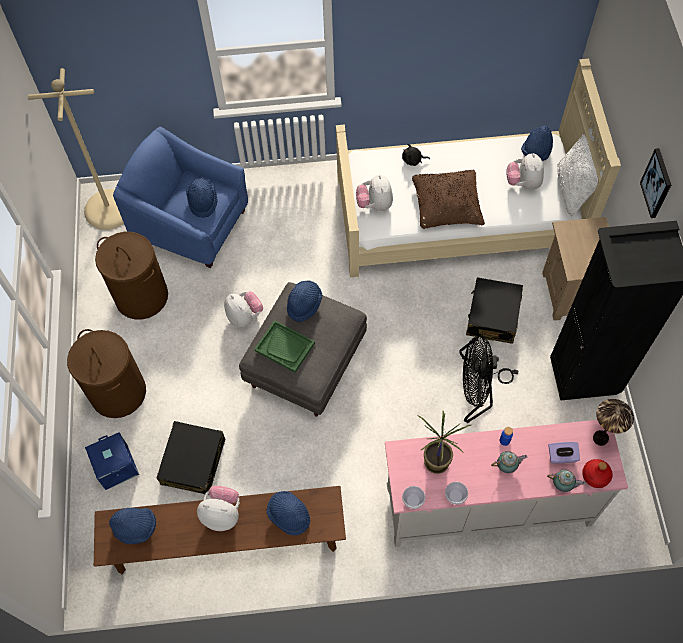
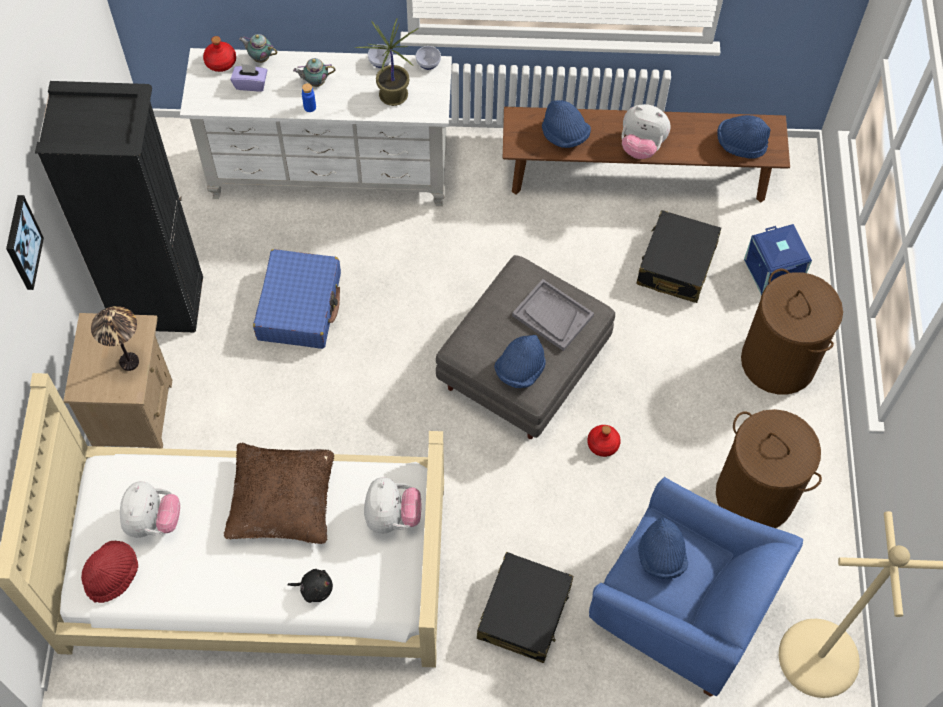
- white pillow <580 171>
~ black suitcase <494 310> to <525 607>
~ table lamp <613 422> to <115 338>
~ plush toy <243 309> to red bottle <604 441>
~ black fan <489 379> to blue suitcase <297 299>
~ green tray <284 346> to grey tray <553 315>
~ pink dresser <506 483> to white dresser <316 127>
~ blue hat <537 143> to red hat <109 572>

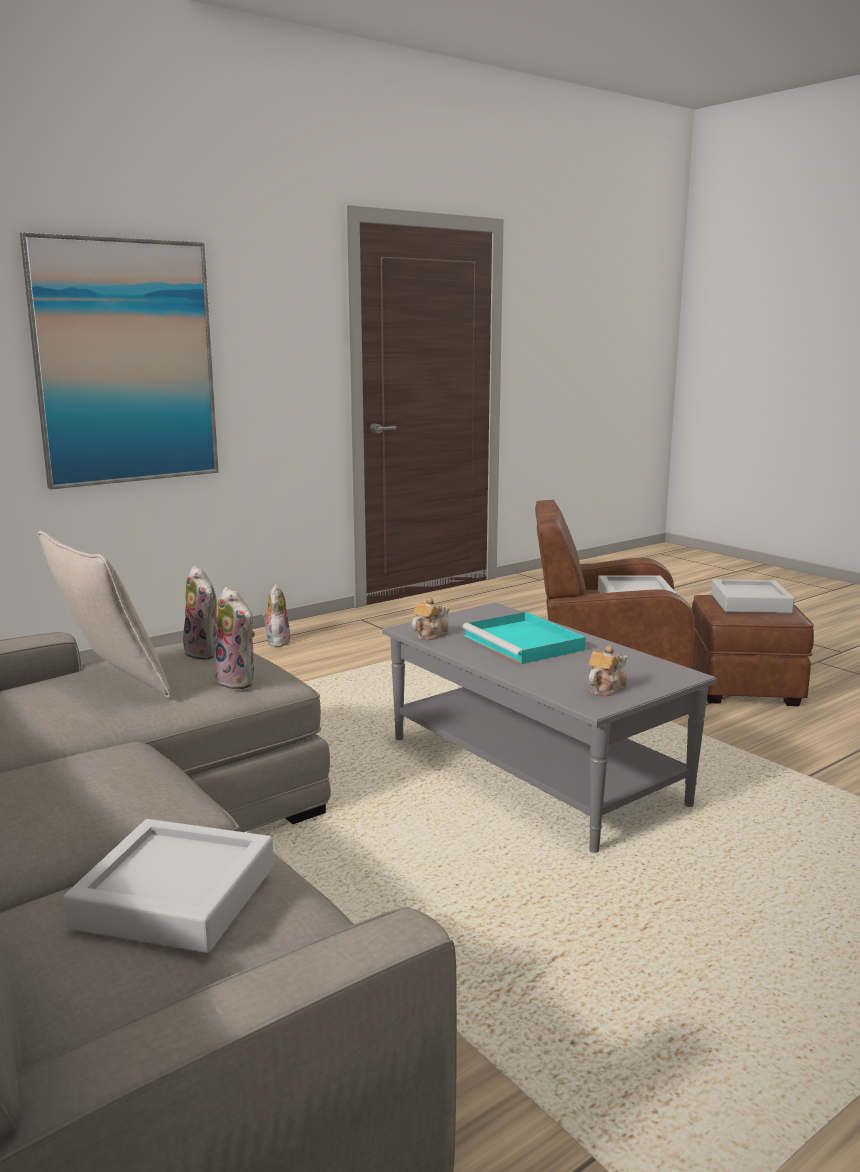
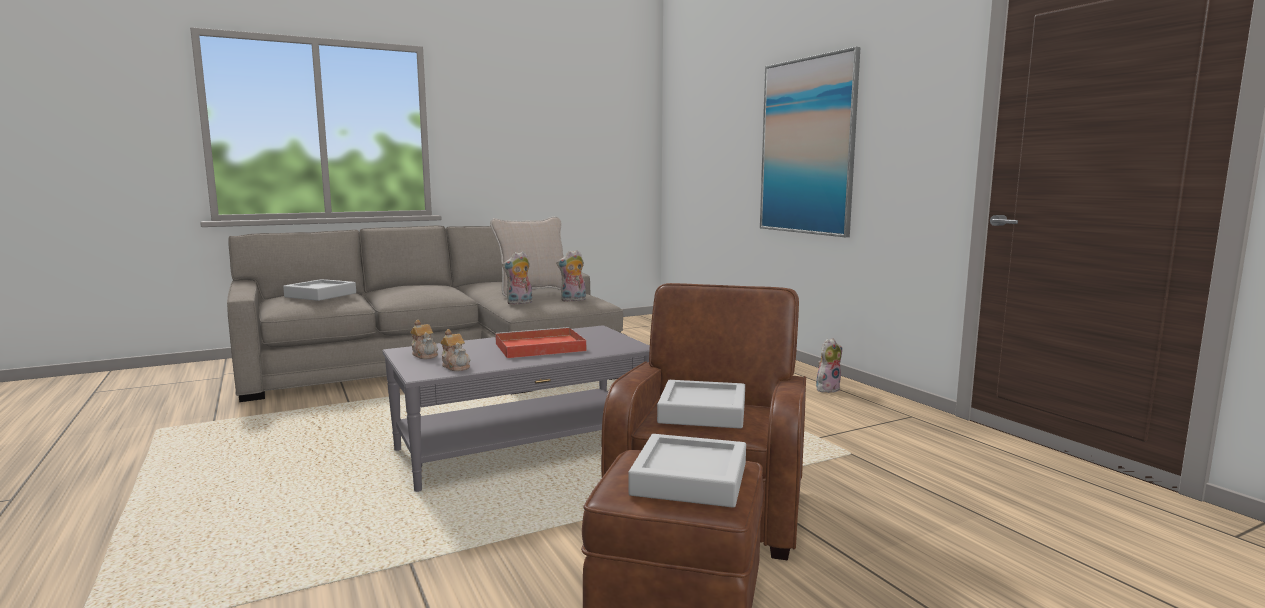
~ teapot <431 618> to <455 350>
~ turquoise tray <524 638> to red tray <541 342>
~ plush toy <276 615> = <829 365> 45 degrees counterclockwise

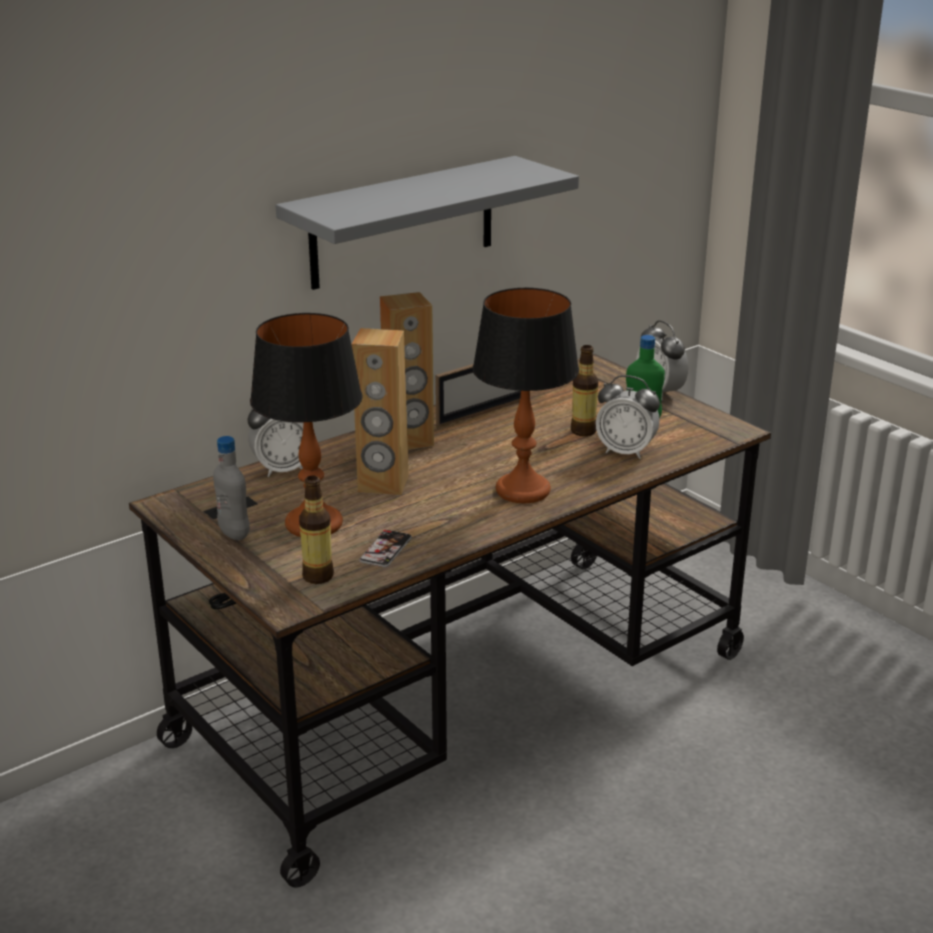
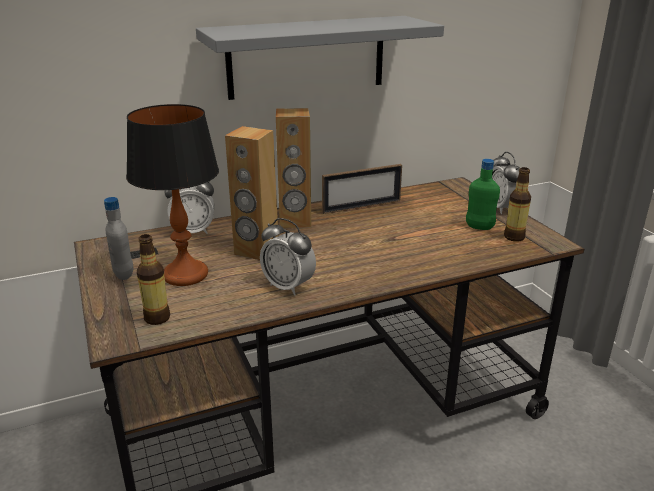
- phone <385 548>
- table lamp <526 395>
~ bottle <584 390> to <517 204>
~ alarm clock <628 417> to <288 256>

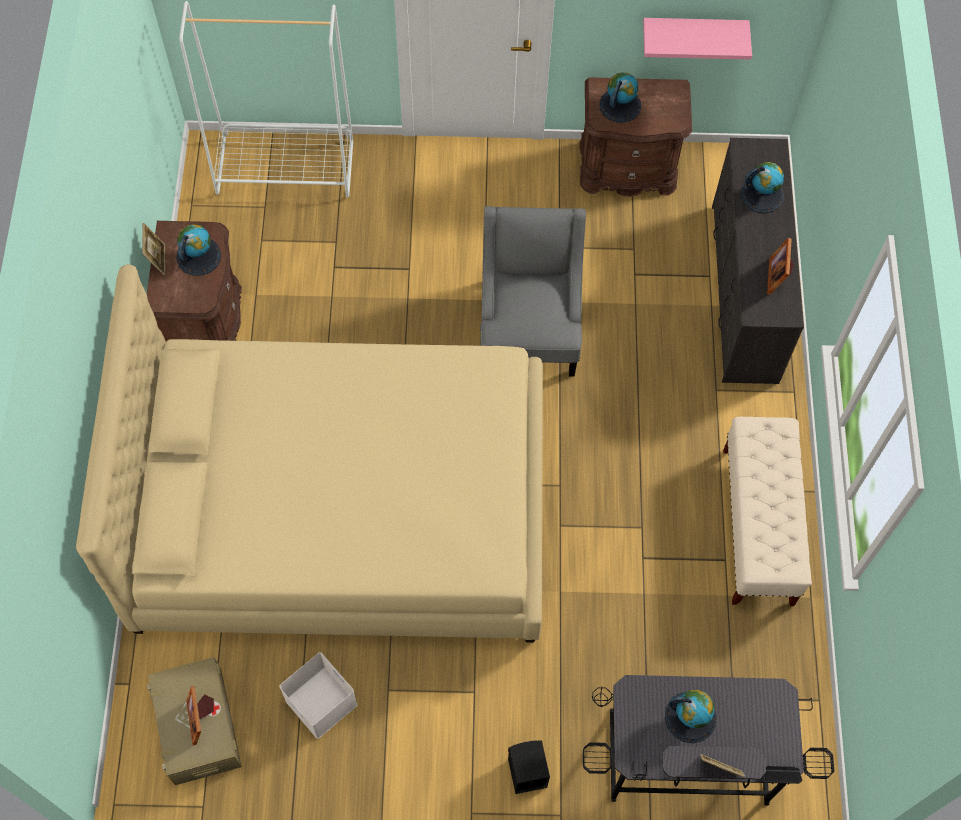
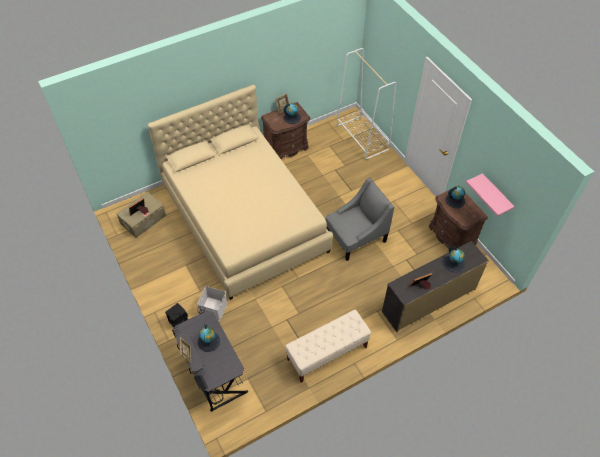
~ white storage box <318 695> to <212 303>

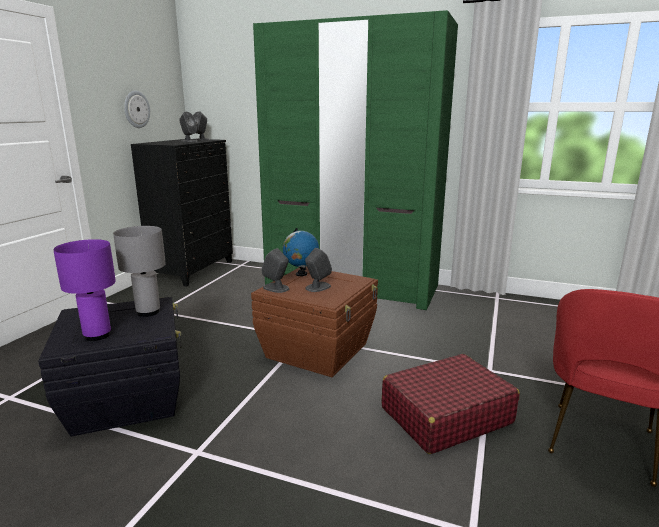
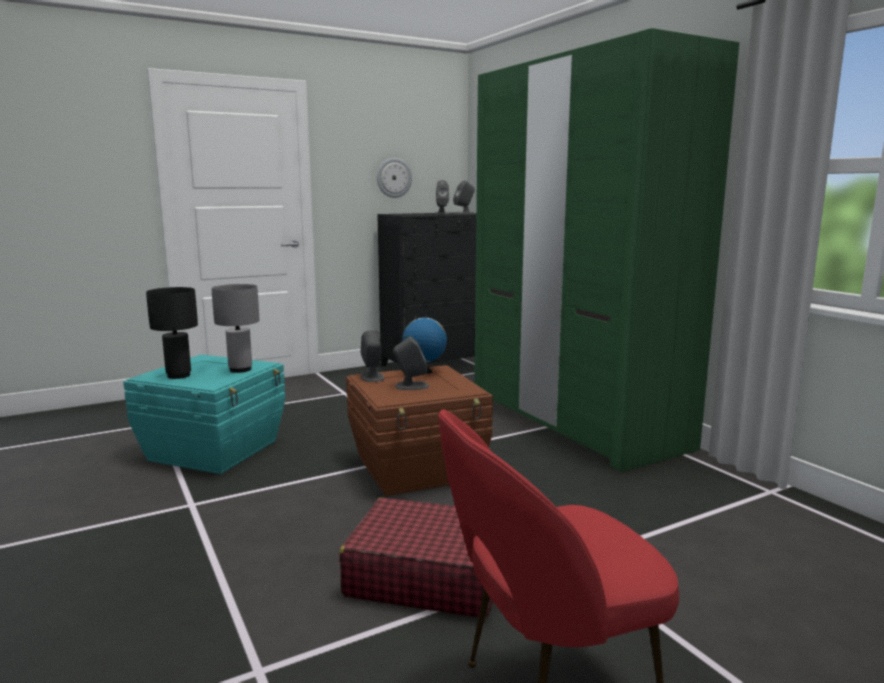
~ black storage box <110 367> to turquoise storage box <204 414>
~ purple table lamp <84 290> to black table lamp <172 333>

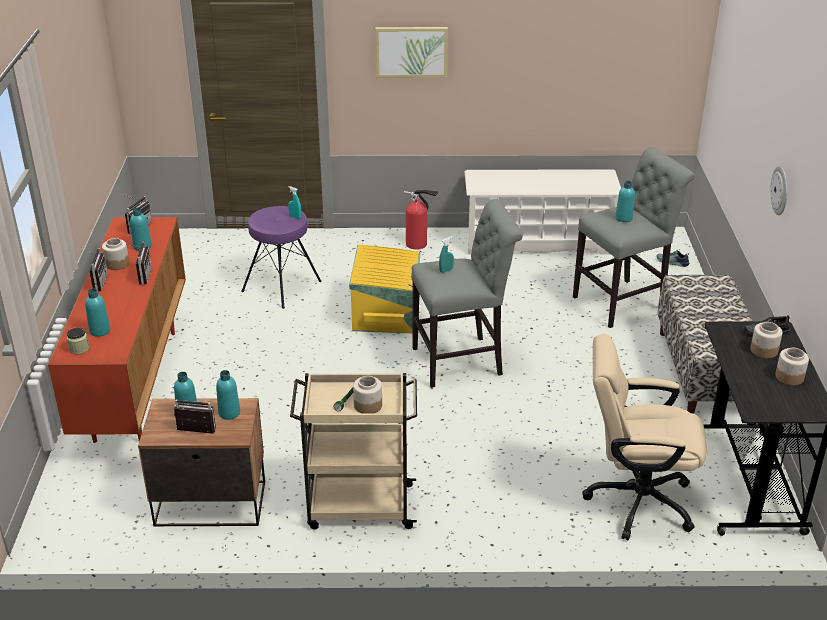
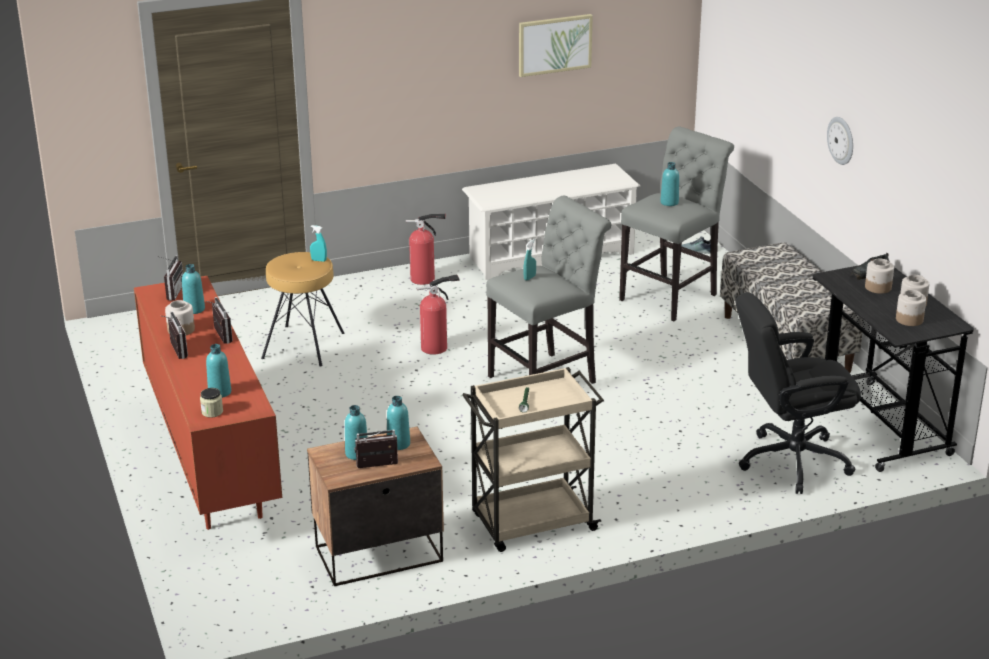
~ jar <367 394> to <911 308>
~ picture <411 52> to <556 45>
~ yellow storage box <384 288> to fire extinguisher <437 314>
~ purple stool <281 257> to brown stool <303 309>
~ beige office chair <644 437> to black office chair <798 393>

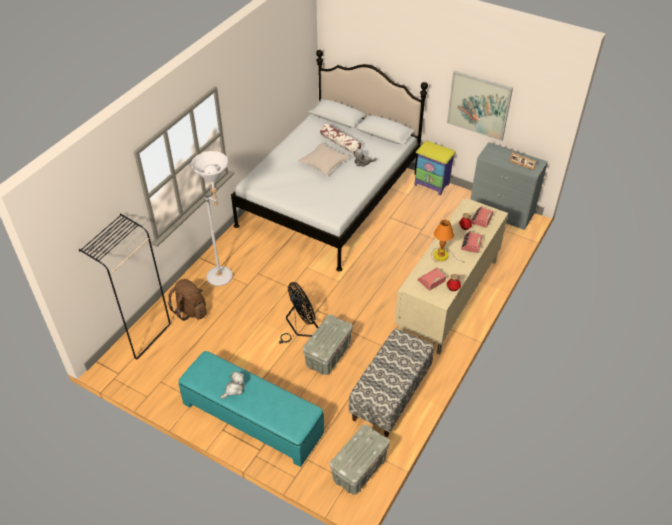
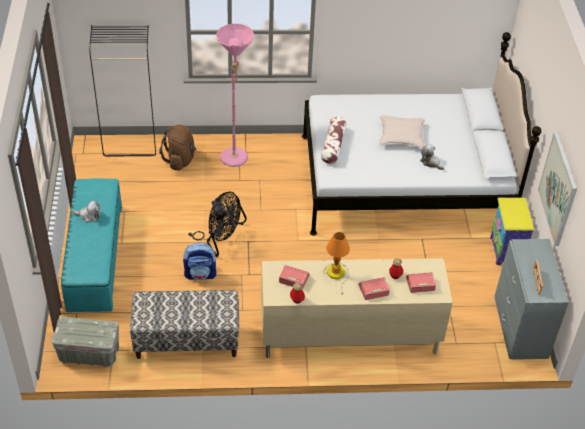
~ pillow <340 139> to <334 140>
~ grey storage box <328 345> to backpack <200 261>
~ white floor lamp <212 218> to pink floor lamp <235 95>

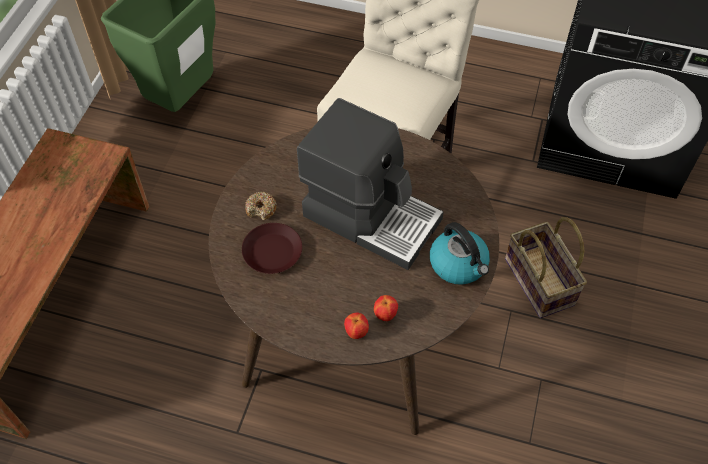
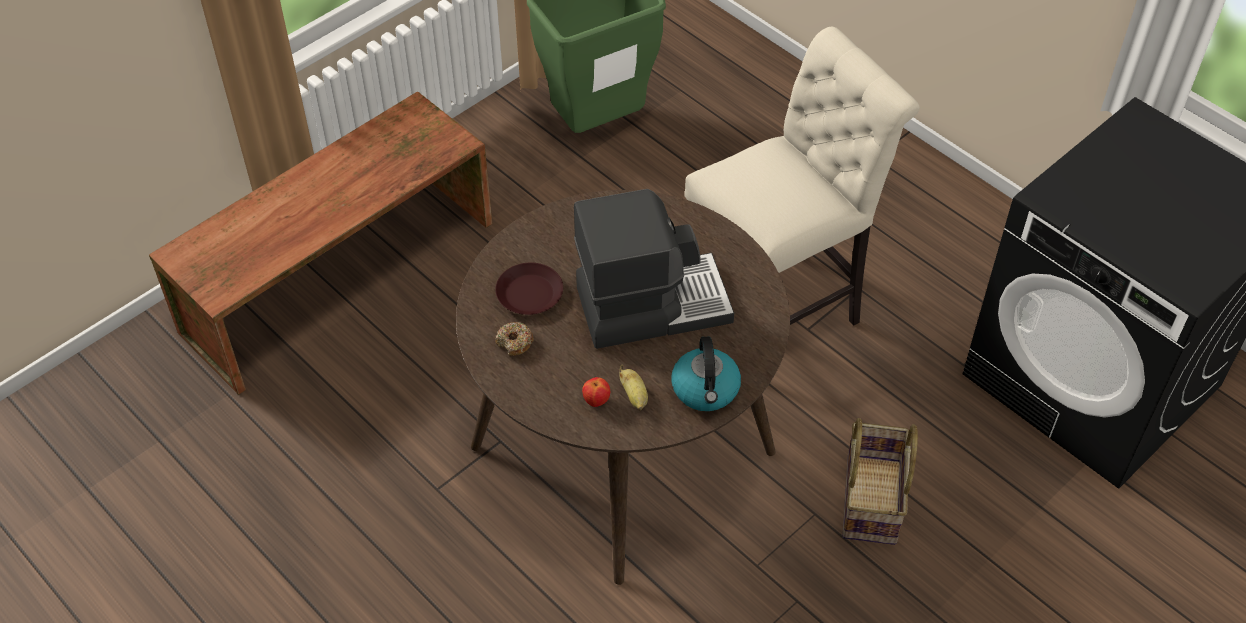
- apple <356 326>
+ banana <633 387>
~ donut <260 206> to <515 339>
~ coffee machine <370 184> = <654 269> 75 degrees counterclockwise

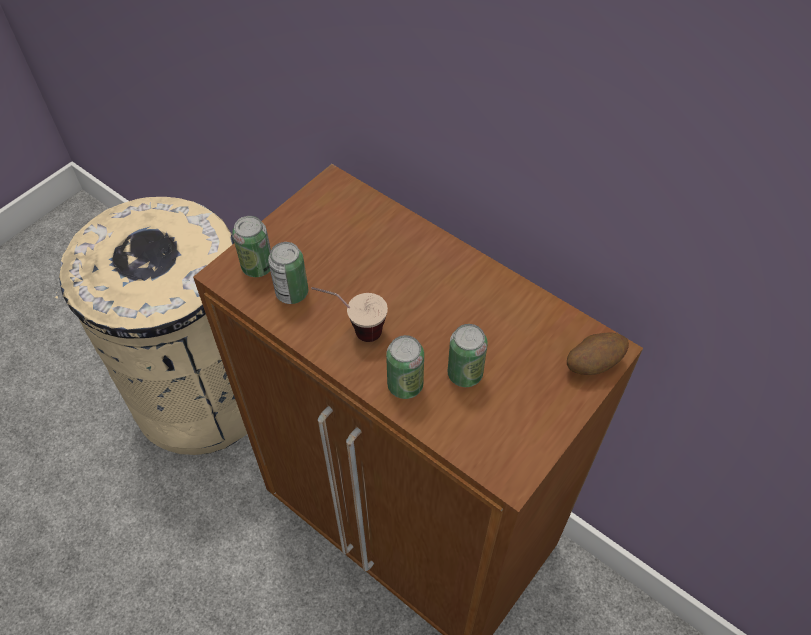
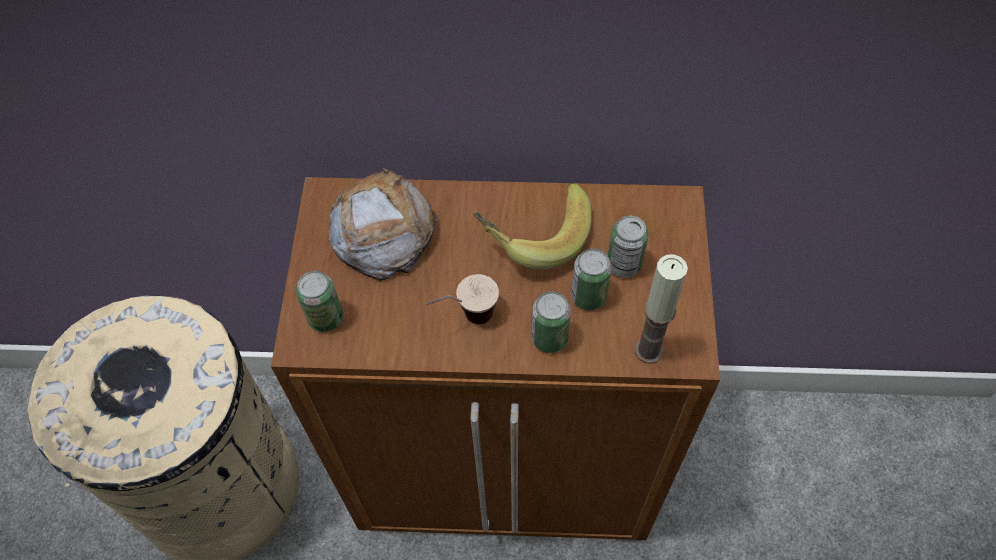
- potato <598 353>
+ bread <383 224>
+ banana <532 226>
+ candle <661 309>
~ can <288 273> to <628 247>

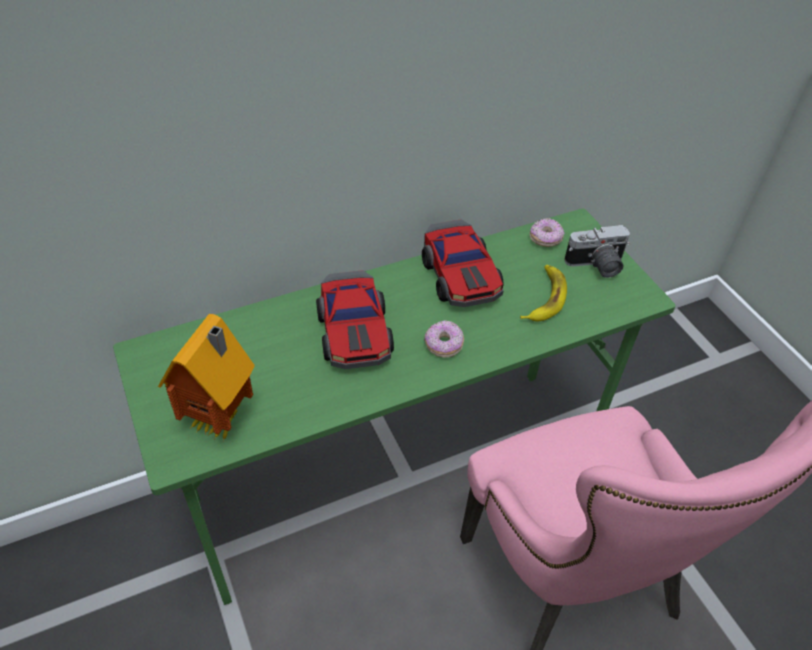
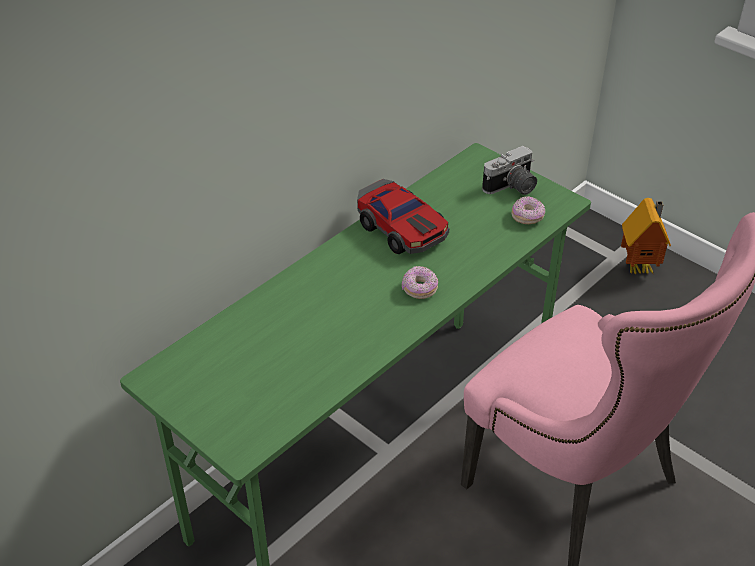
- toy car <355 319>
- banana <543 293>
~ toy house <206 377> to <646 236>
~ donut <547 232> to <528 210>

